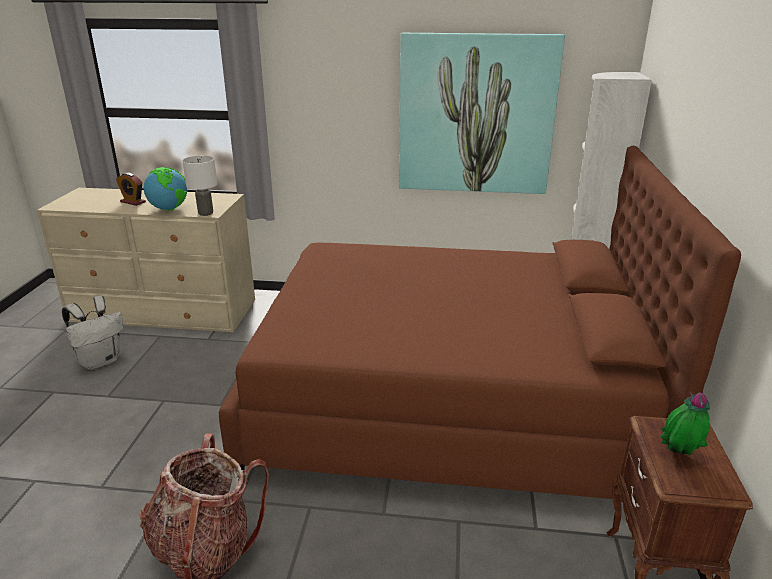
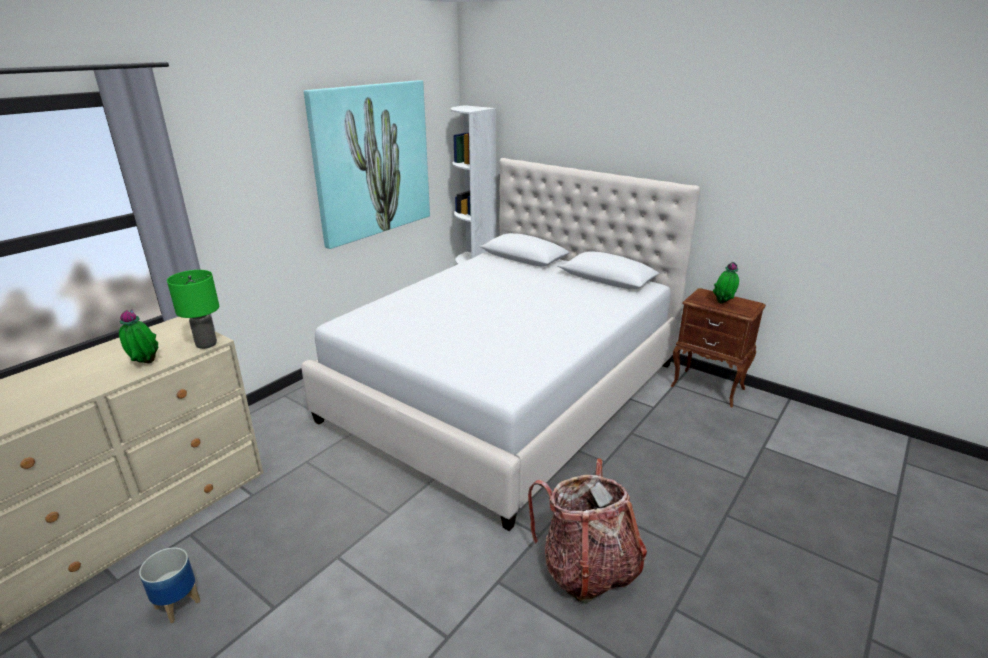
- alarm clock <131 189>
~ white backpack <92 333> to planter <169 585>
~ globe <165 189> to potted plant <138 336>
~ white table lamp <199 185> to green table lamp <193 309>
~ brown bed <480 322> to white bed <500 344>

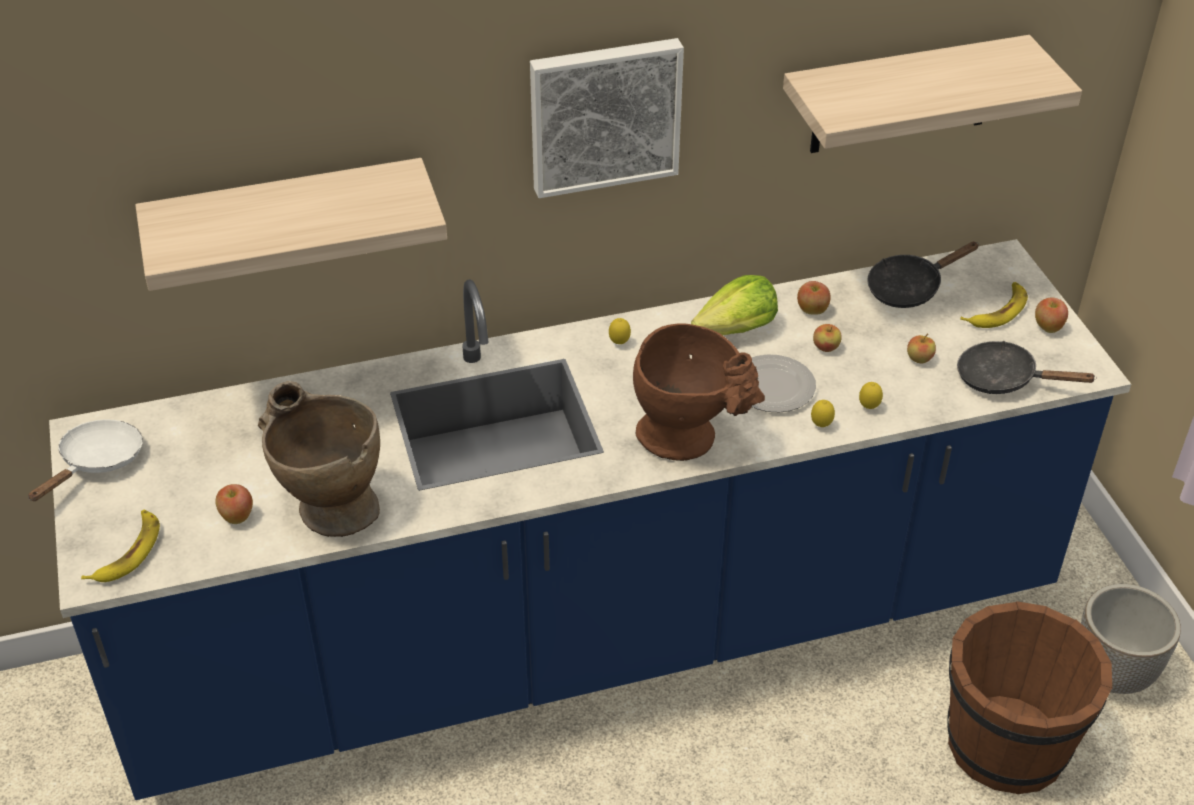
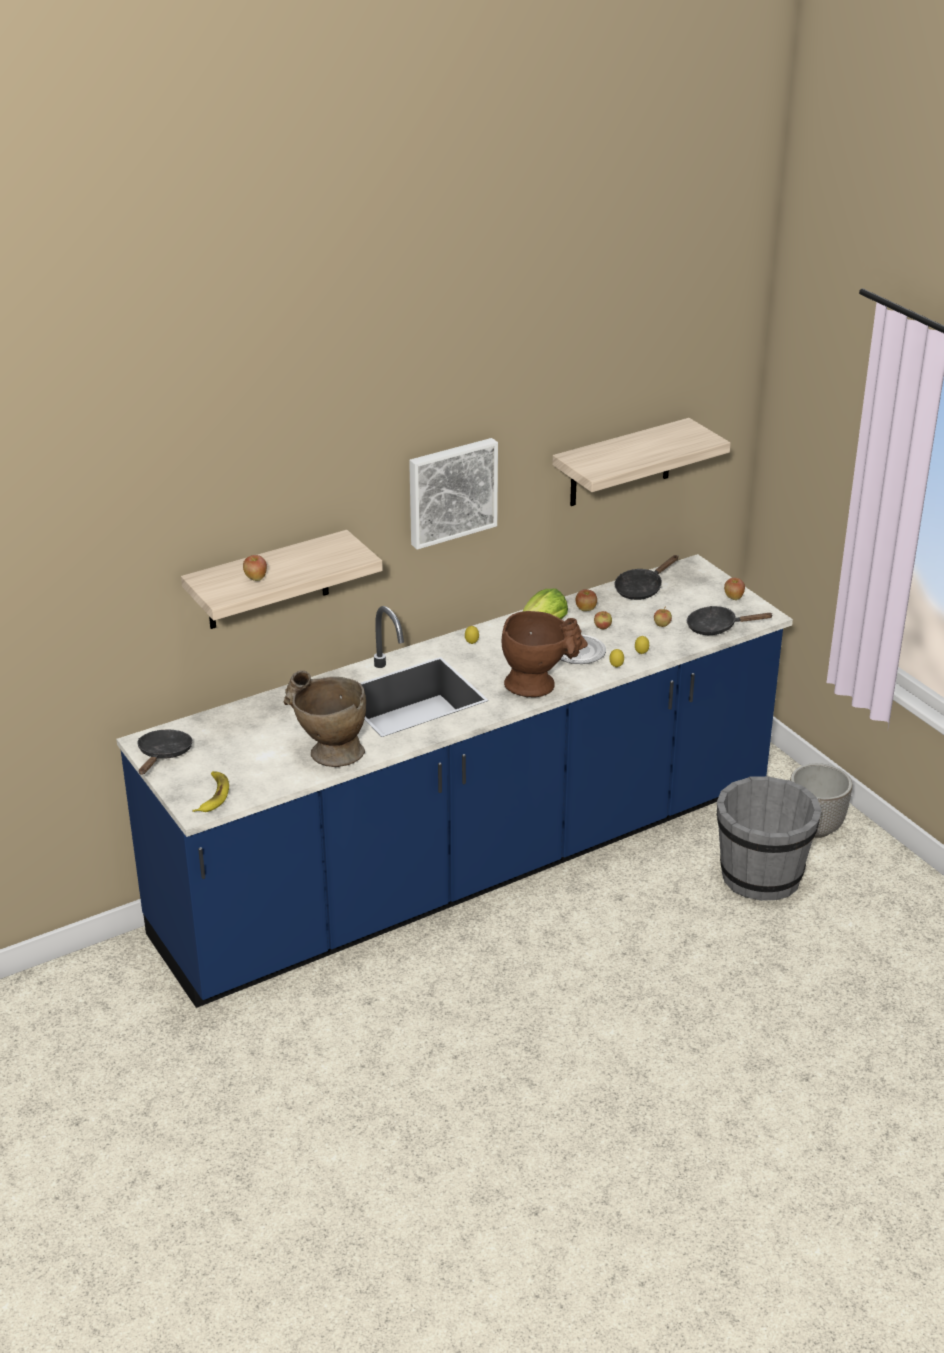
- banana <994 305>
~ apple <234 504> to <255 568>
~ white frying pan <85 460> to black frying pan <164 752>
~ brown bucket <1029 697> to grey bucket <769 838>

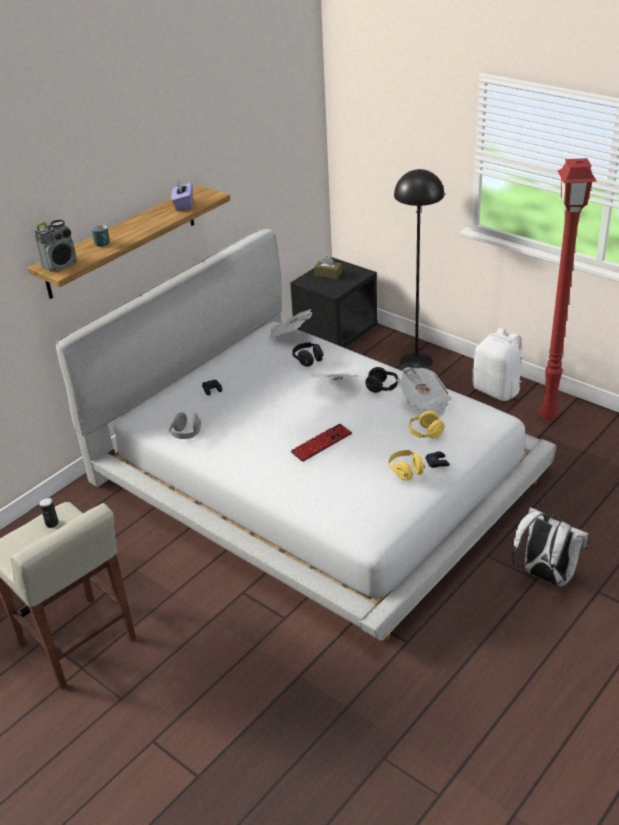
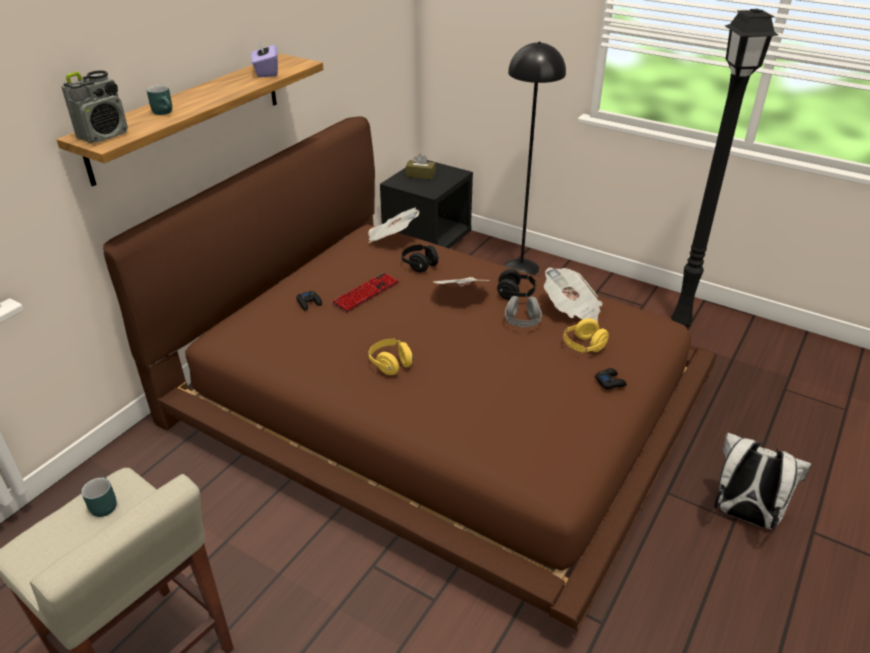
- white backpack <497 364>
~ grey headphones <185 425> to <523 311>
~ keyboard <321 443> to <365 293>
~ yellow headphones <406 465> to <391 357>
~ can <49 512> to turquoise mug <99 497>
~ white bed <306 435> to brown bed <410 373>
~ red floor lamp <568 290> to black floor lamp <724 168>

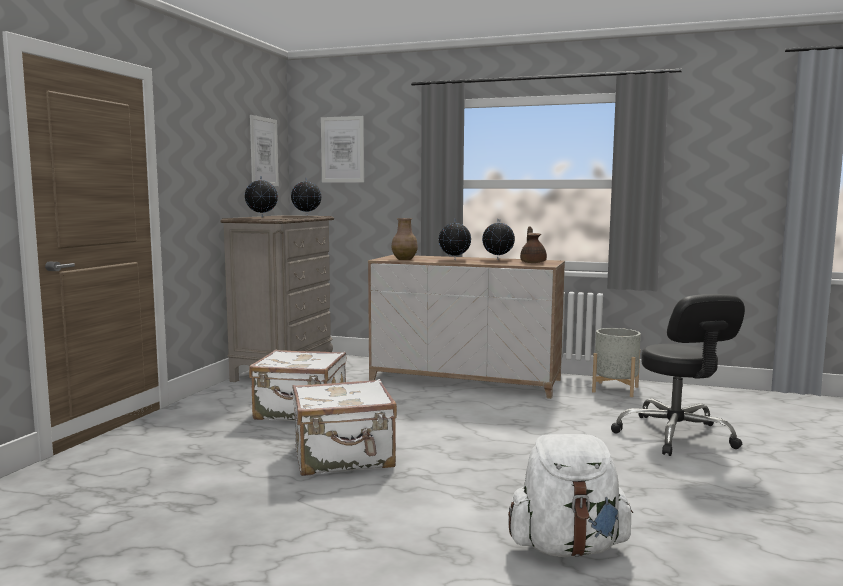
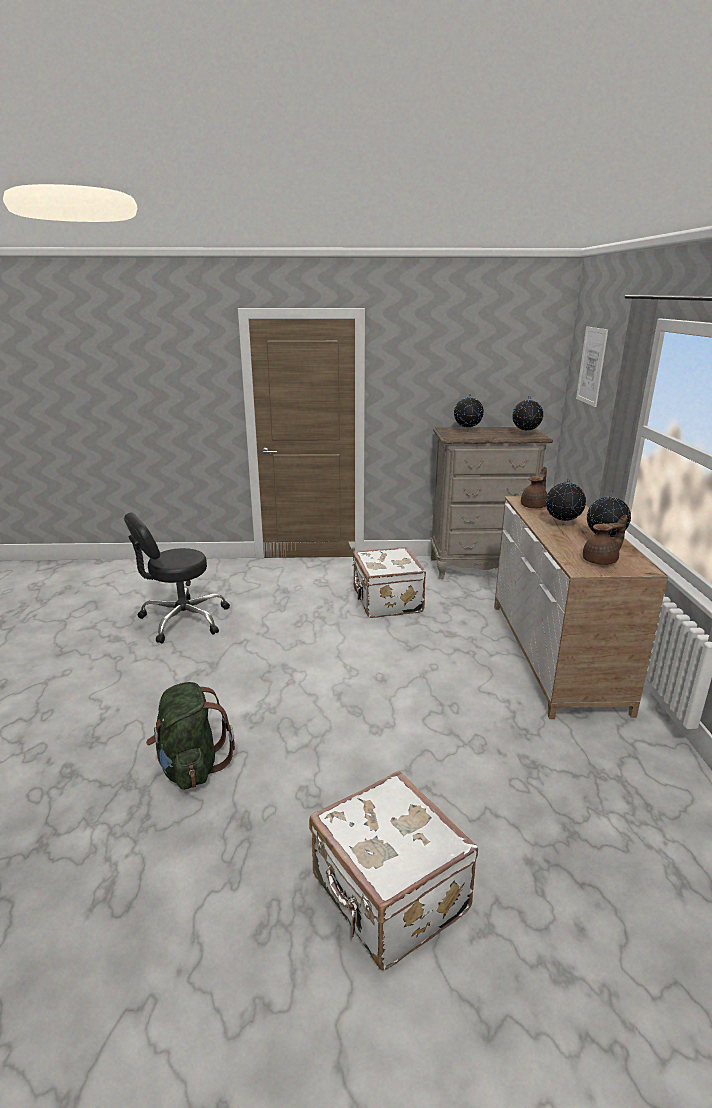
- picture <264 150>
- grey planter <616 362>
~ white suitcase <344 427> to <393 870>
~ black office chair <678 375> to <177 577>
~ brown vase <404 239> to brown teapot <534 487>
~ white backpack <570 495> to green backpack <190 736>

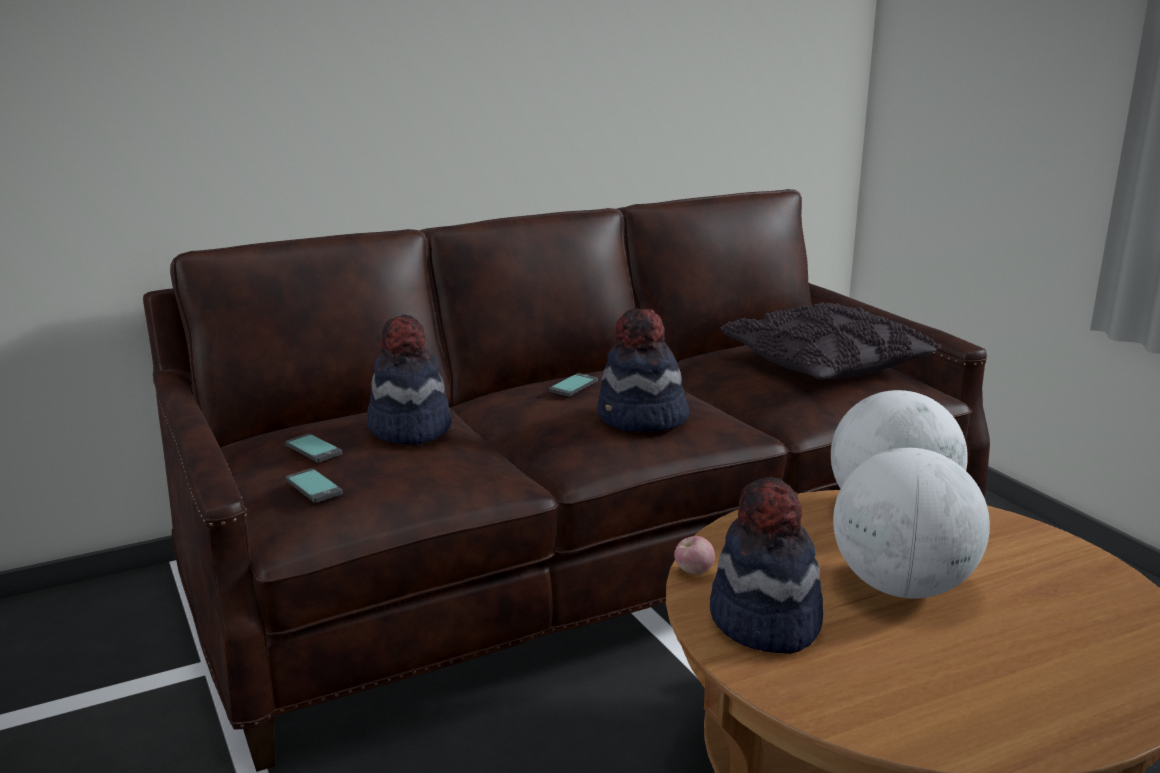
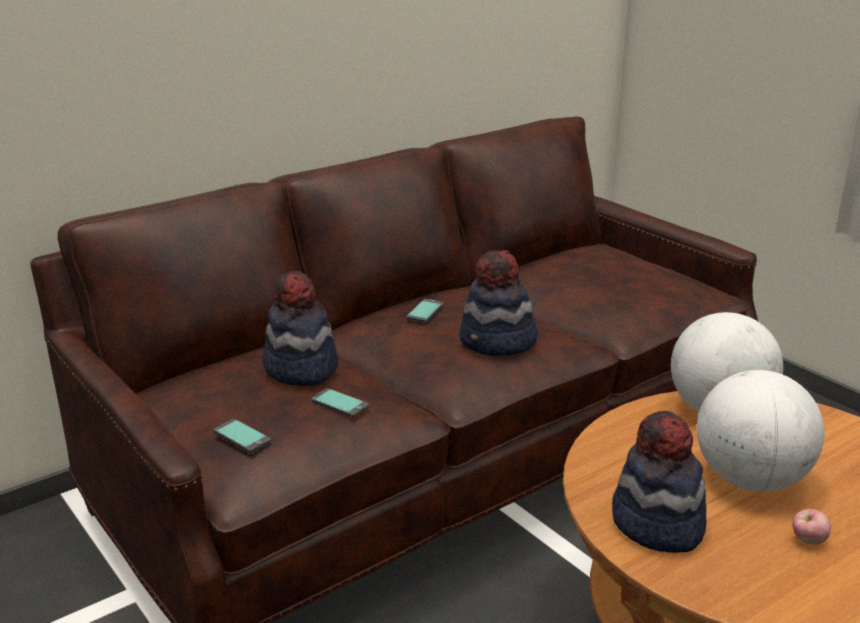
- black pillow <831 341>
~ phone <313 448> to <340 403>
~ apple <694 555> to <811 527>

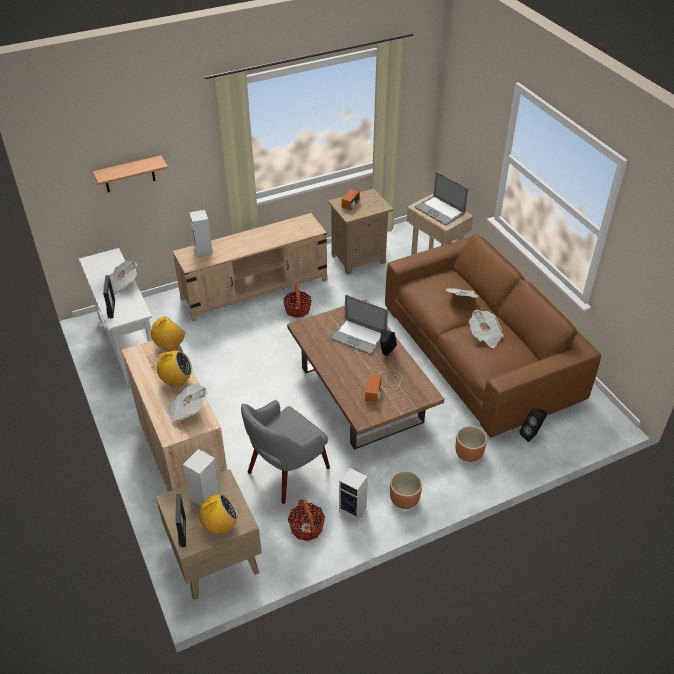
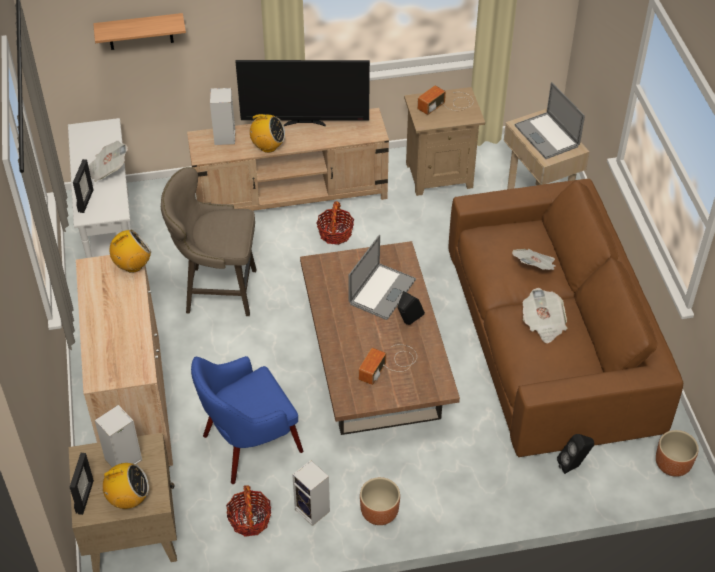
- newspaper <186 403>
+ beige stool <209 241>
+ television <303 93>
~ radio <172 369> to <265 133>
~ brown planter <471 444> to <677 453>
~ grey armchair <285 452> to blue armchair <247 420>
~ laptop <358 325> = <382 277> 105 degrees counterclockwise

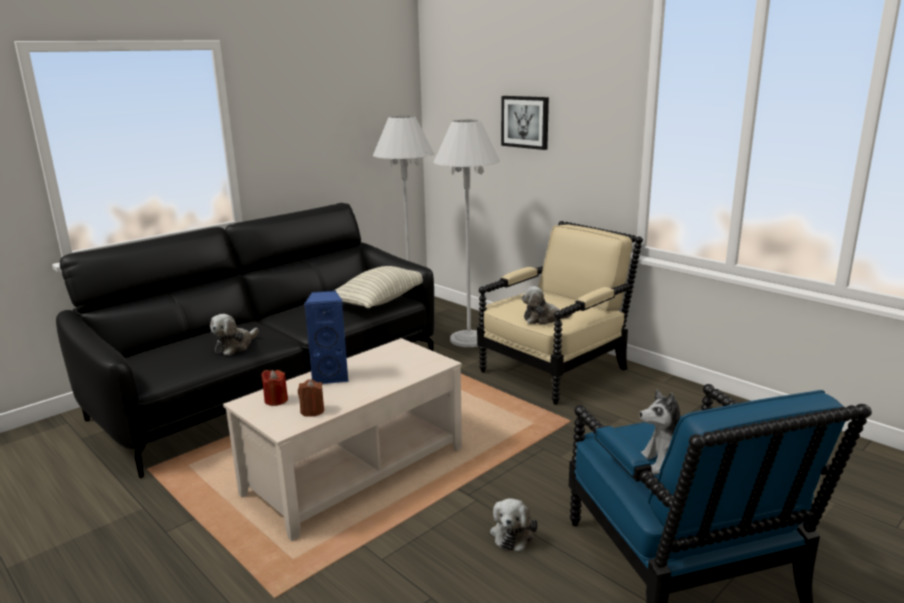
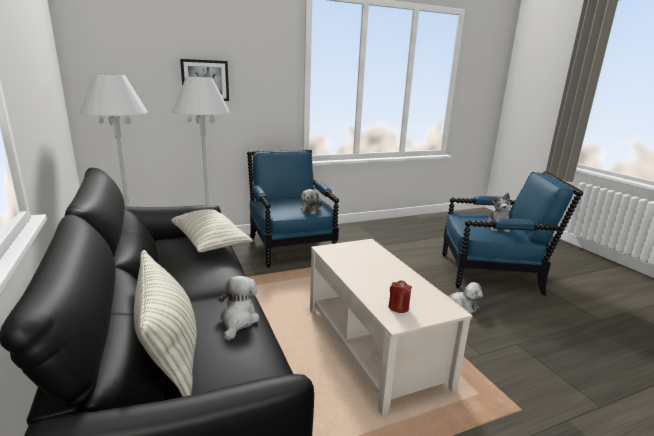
- brown candle <311 398>
- blue speaker <326 337>
+ pillow <165 323>
~ beige armchair <560 313> to blue armchair <293 208>
~ plush toy <234 334> = <238 308> 135 degrees counterclockwise

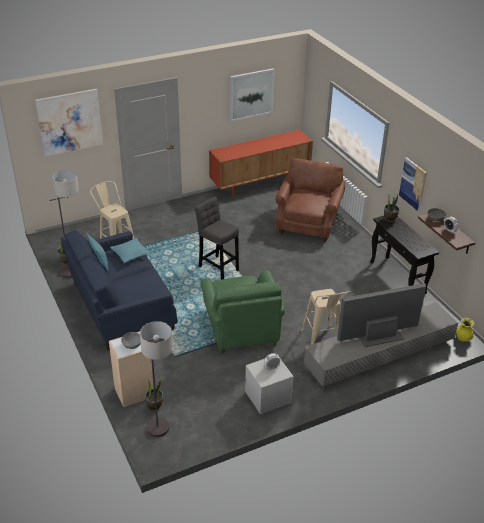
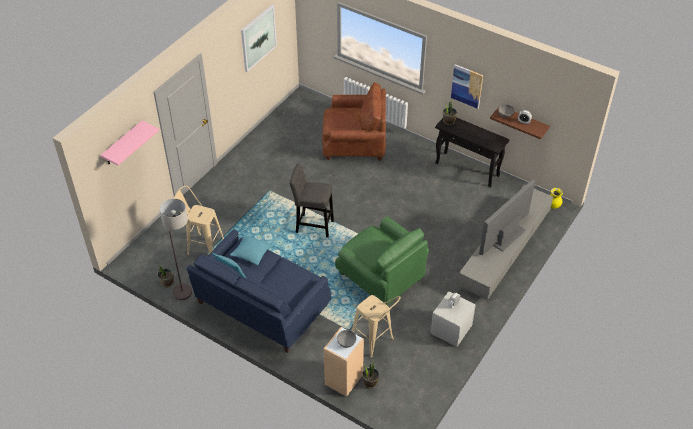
- grey floor lamp <156 379>
- cabinet <261 164>
~ beige stool <326 317> to <376 326>
~ picture <69 123> to pink shelf <129 143>
~ brown armchair <310 200> = <354 121> 105 degrees clockwise

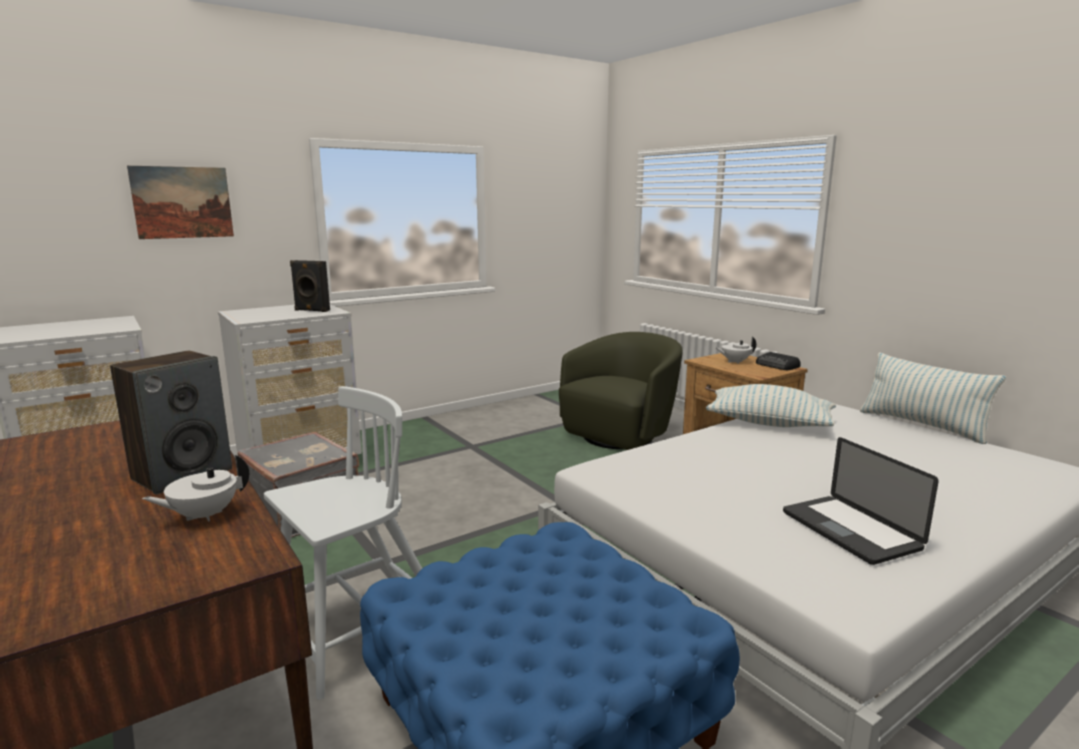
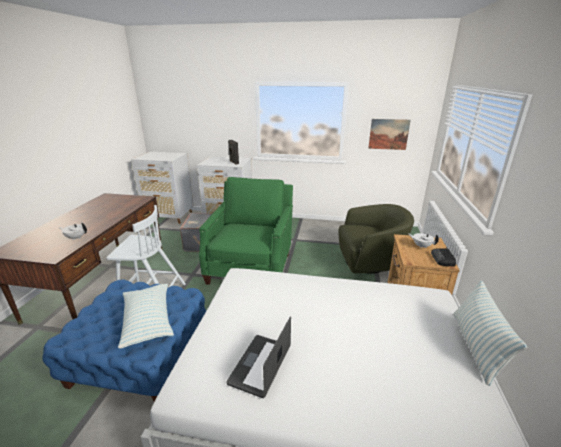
- speaker <171 422>
+ green armchair <246 231>
~ picture <180 202> to <389 134>
~ pillow <771 405> to <146 316>

